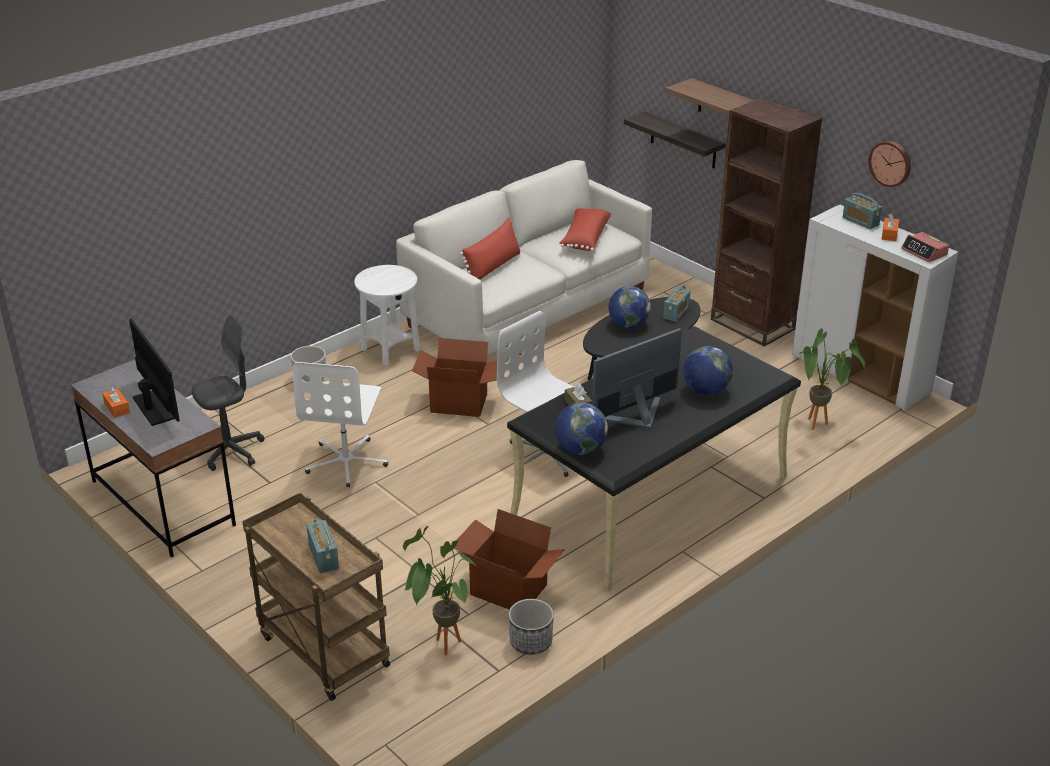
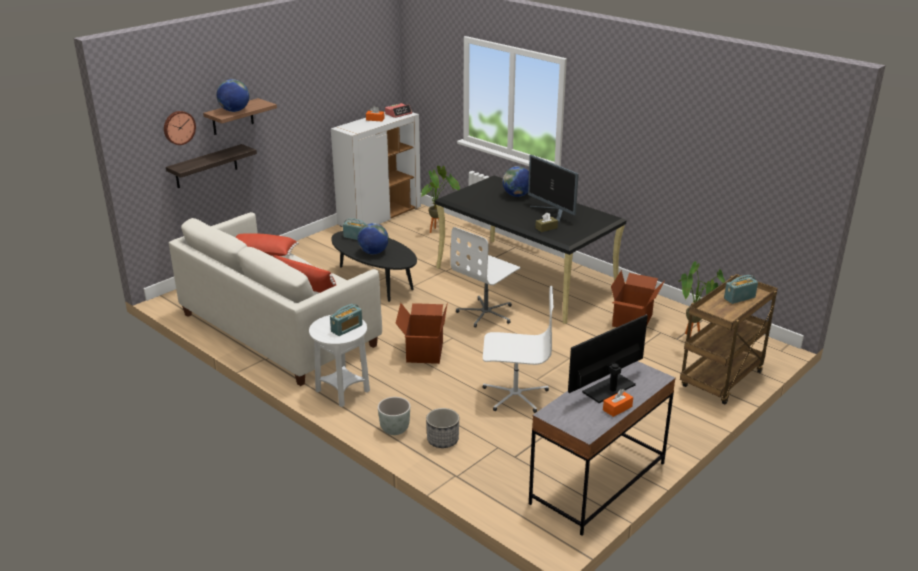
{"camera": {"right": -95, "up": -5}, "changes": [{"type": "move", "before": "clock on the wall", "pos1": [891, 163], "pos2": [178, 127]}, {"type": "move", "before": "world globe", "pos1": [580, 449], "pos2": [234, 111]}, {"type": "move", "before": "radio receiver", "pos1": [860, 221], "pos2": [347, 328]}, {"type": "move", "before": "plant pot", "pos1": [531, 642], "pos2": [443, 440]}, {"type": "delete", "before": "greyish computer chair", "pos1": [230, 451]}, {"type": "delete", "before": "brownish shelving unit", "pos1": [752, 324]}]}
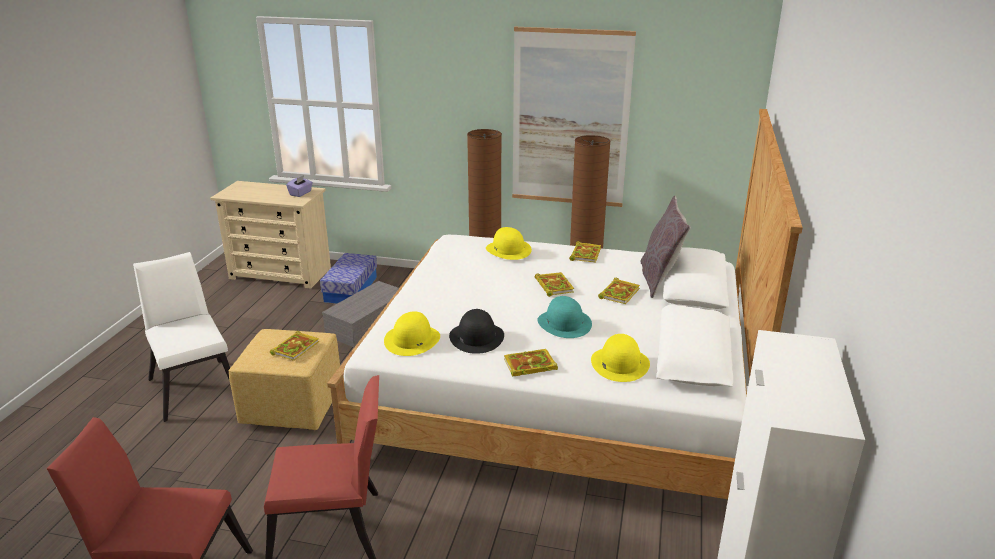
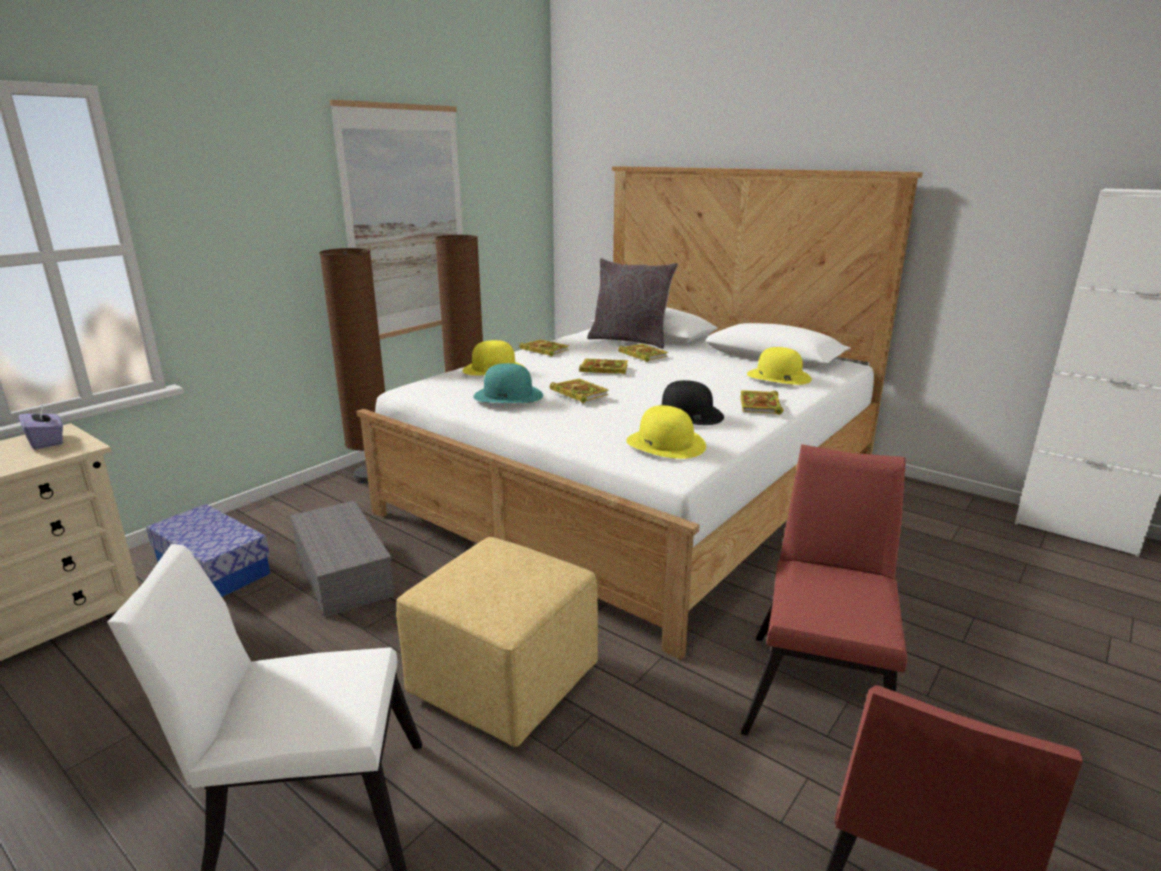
{"camera": {"right": -65, "up": -5}, "changes": [{"type": "move", "before": "blue-green hat", "pos1": [564, 323], "pos2": [508, 395]}, {"type": "move", "before": "book", "pos1": [296, 347], "pos2": [578, 393]}]}
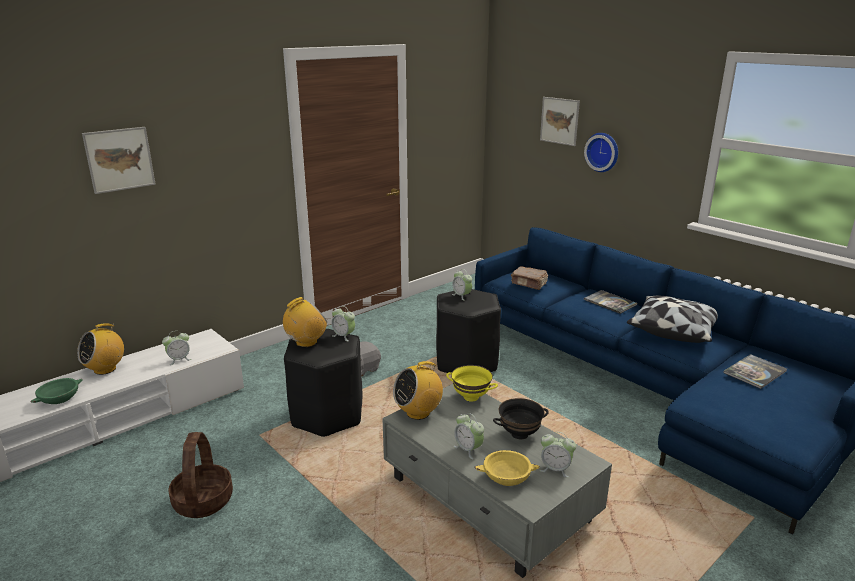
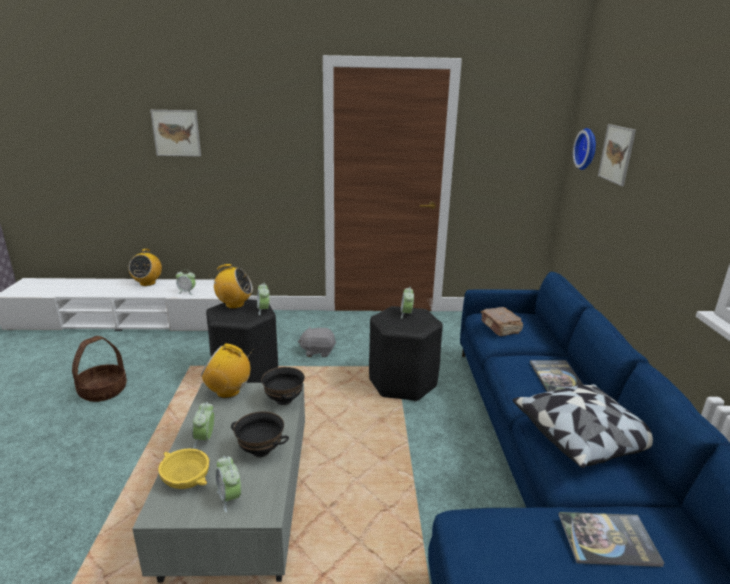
{"camera": {"right": 40, "up": 0}, "changes": [{"type": "rotate", "before": "radio receiver", "pos1": [105, 369], "pos2": [147, 283], "turn": -75}, {"type": "recolor", "before": "yellow-coloured deep dish", "after": "black-coloured deep dish", "pos1": [471, 397], "pos2": [284, 400]}, {"type": "move", "before": "clock on the wall", "pos1": [603, 152], "pos2": [587, 149]}, {"type": "delete", "before": "green-coloured deep dish", "pos1": [59, 398]}]}
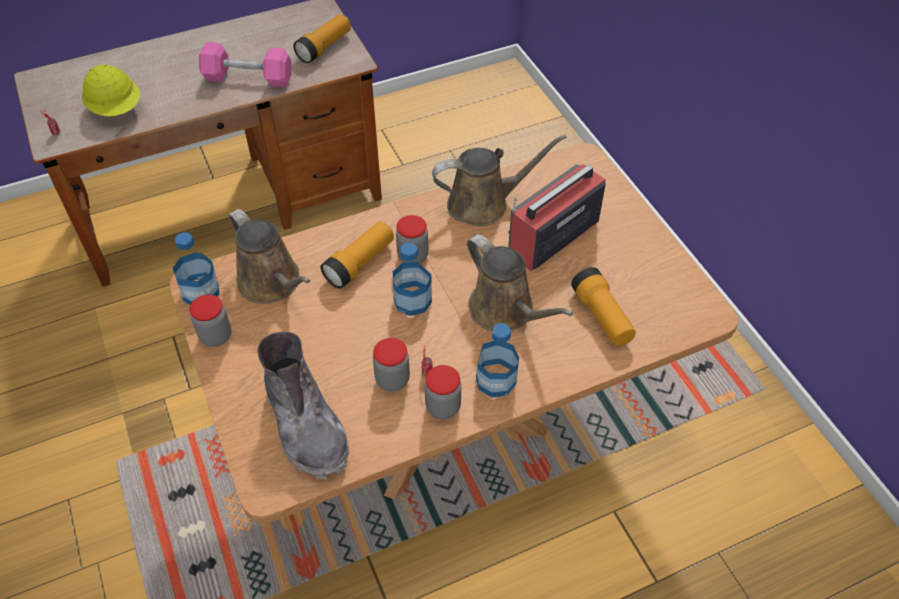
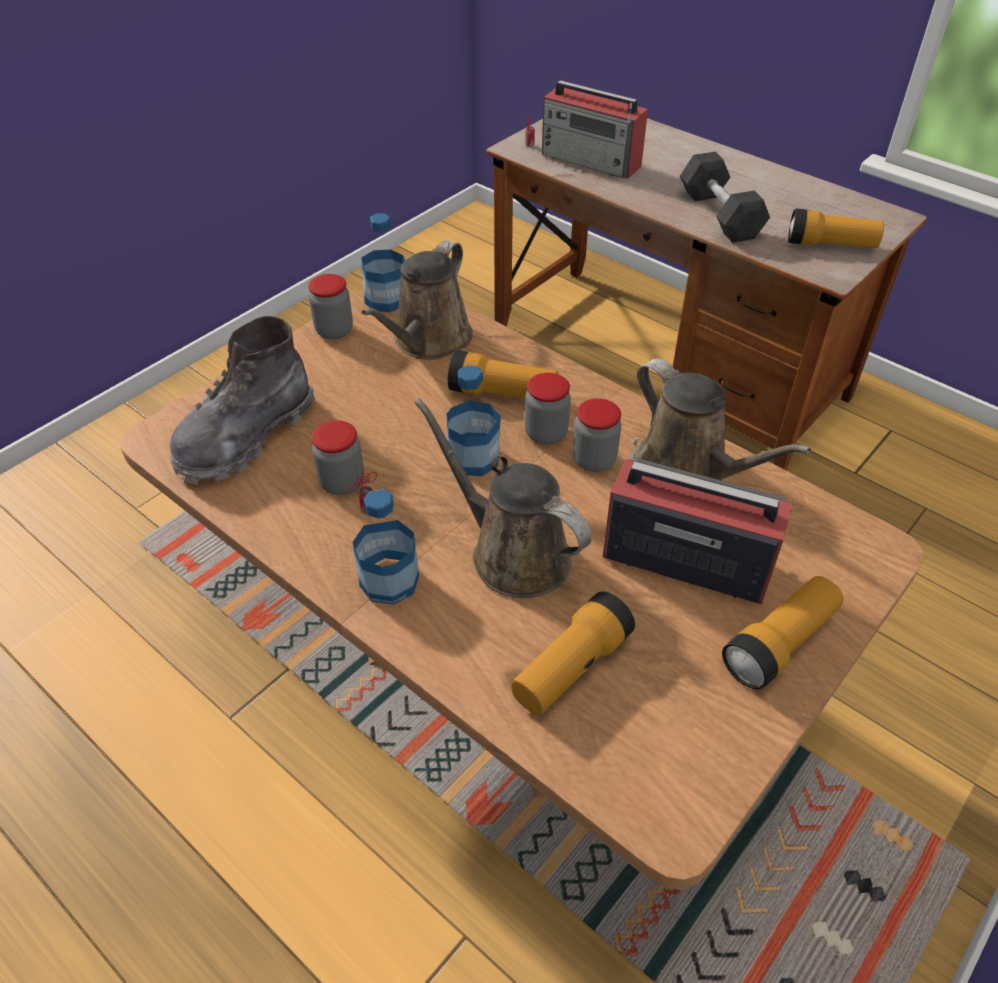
{"camera": {"right": 65, "up": -5}, "changes": [{"type": "rotate", "before": "brownish watering pot", "pos1": [505, 311], "pos2": [512, 553], "turn": 105}, {"type": "replace", "before": "yellow-coloured safety helmet", "after": "radio receiver", "pos1": [116, 109], "pos2": [591, 161]}, {"type": "move", "before": "preserve jar", "pos1": [443, 407], "pos2": [594, 460]}, {"type": "recolor", "before": "pinkish free weight", "after": "greyish free weight", "pos1": [248, 78], "pos2": [719, 215]}, {"type": "insert", "after": "hand torch", "pos2": [780, 644]}]}
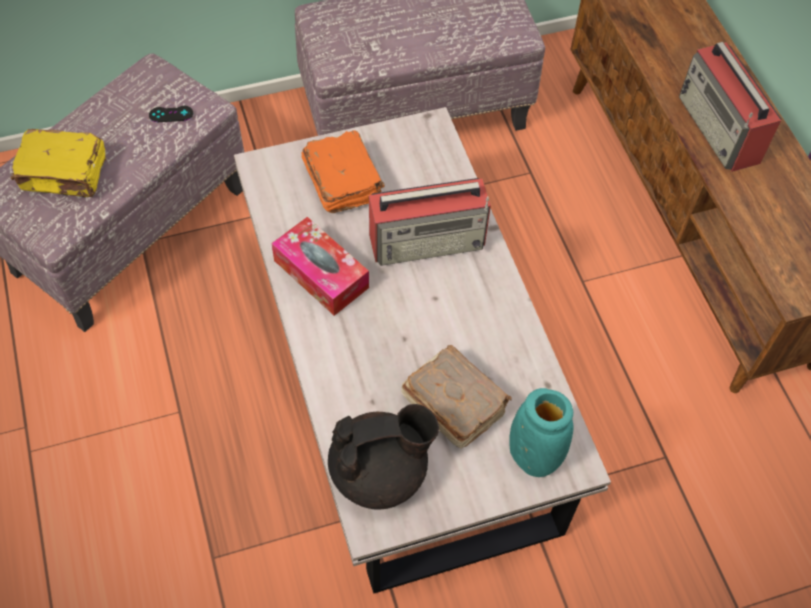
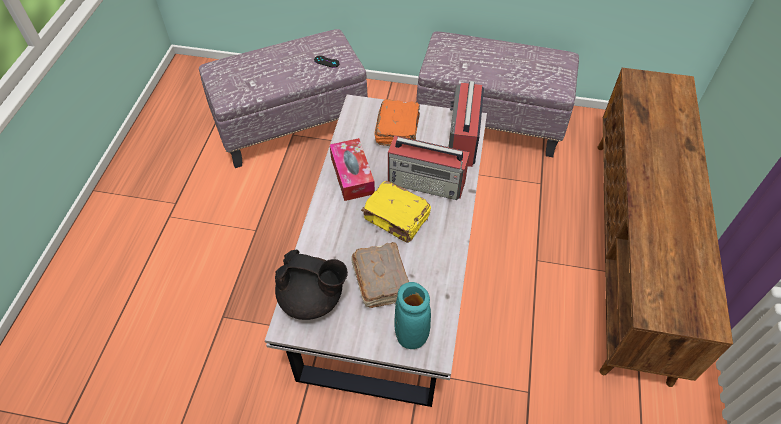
{"camera": {"right": 30, "up": -5}, "changes": [{"type": "move", "before": "yellow-coloured book", "pos1": [64, 174], "pos2": [397, 218]}, {"type": "move", "before": "radio receiver", "pos1": [719, 129], "pos2": [463, 139]}]}
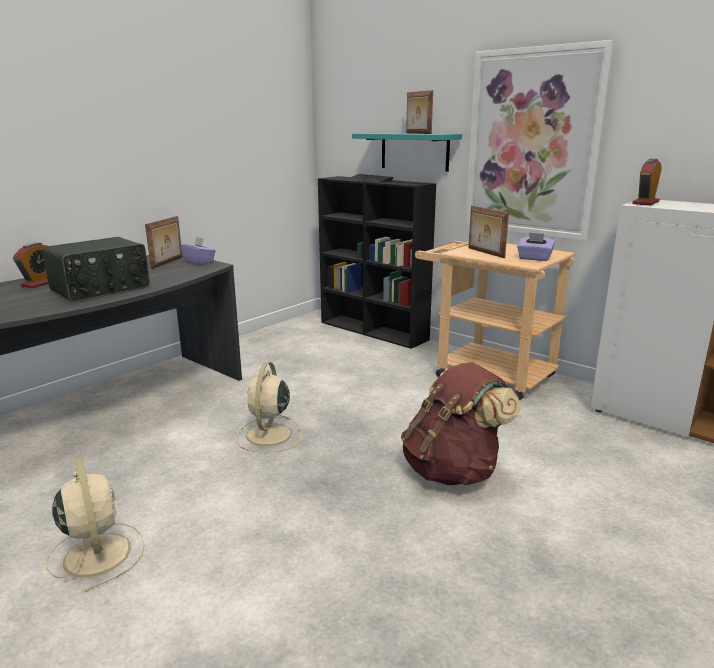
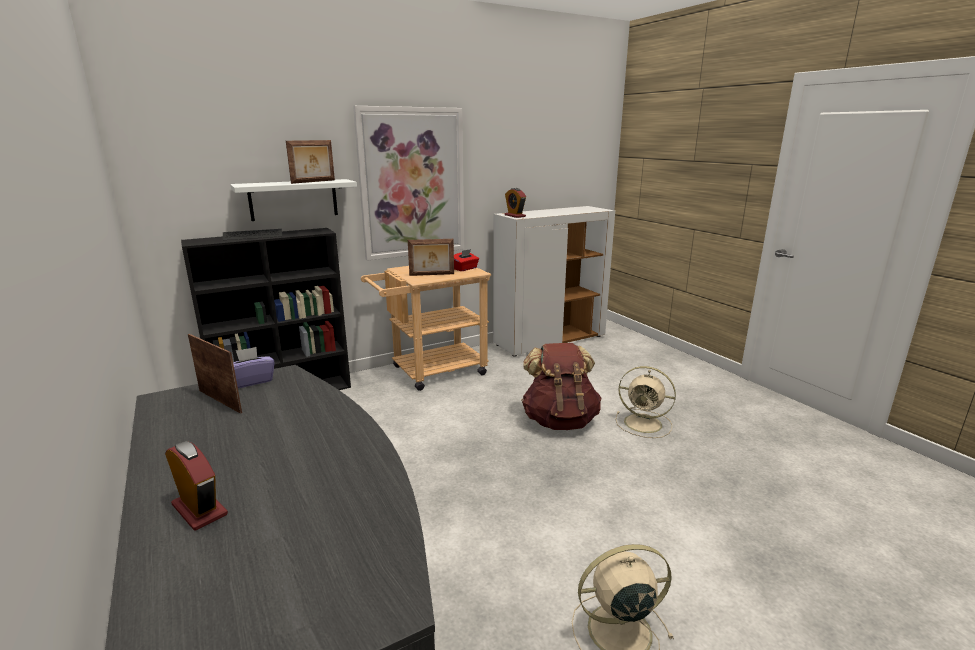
{"camera": {"right": -70, "up": 0}, "changes": [{"type": "recolor", "before": "blue-green shelf", "after": "white shelf", "pos1": [414, 151], "pos2": [293, 199]}, {"type": "rotate", "before": "photo frame", "pos1": [417, 133], "pos2": [314, 182], "turn": -45}, {"type": "recolor", "before": "purplish box of tissues", "after": "red-coloured box of tissues", "pos1": [534, 258], "pos2": [465, 269]}, {"type": "move", "before": "sand-coloured cooling fan", "pos1": [268, 435], "pos2": [644, 424]}, {"type": "delete", "before": "radio receiver", "pos1": [101, 289]}]}
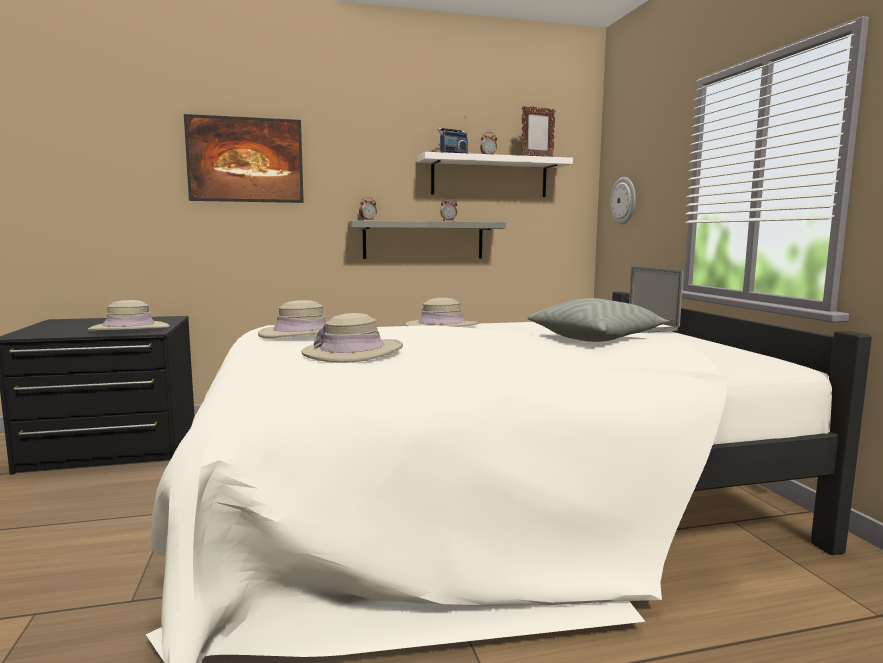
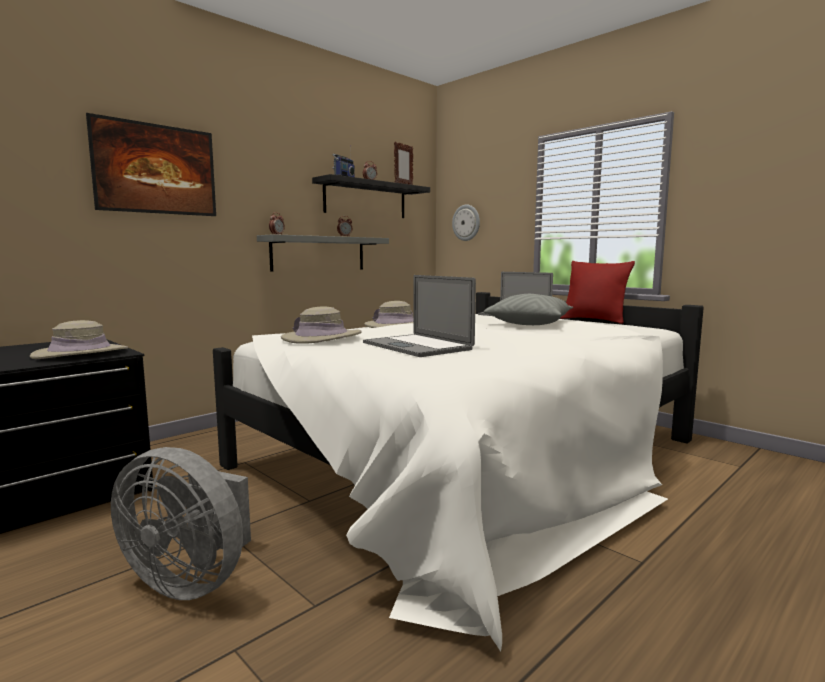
{"camera": {"right": -30, "up": 0}, "changes": [{"type": "insert", "after": "greyish cooling fan", "pos2": [191, 580]}, {"type": "recolor", "before": "white shelf", "after": "black-coloured shelf", "pos1": [489, 177], "pos2": [366, 199]}, {"type": "replace", "before": "sand-coloured hat", "after": "portable computer", "pos1": [353, 353], "pos2": [417, 346]}, {"type": "insert", "after": "red-coloured cushion", "pos2": [594, 320]}]}
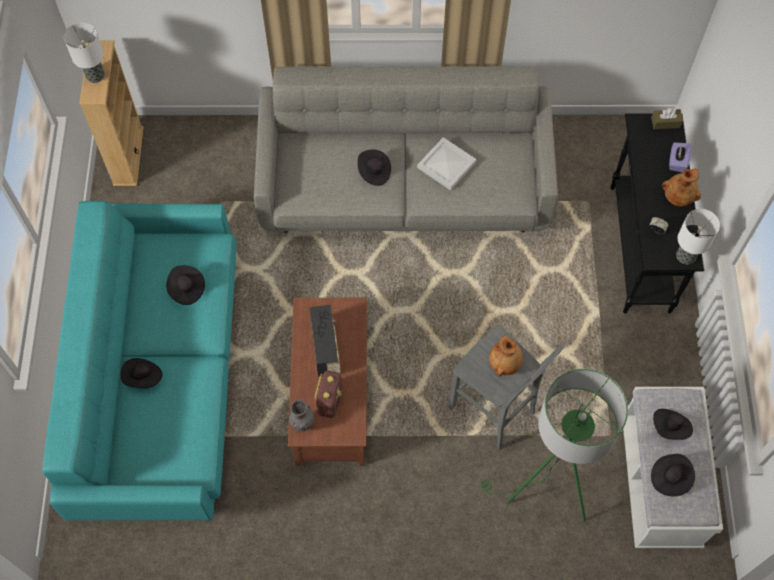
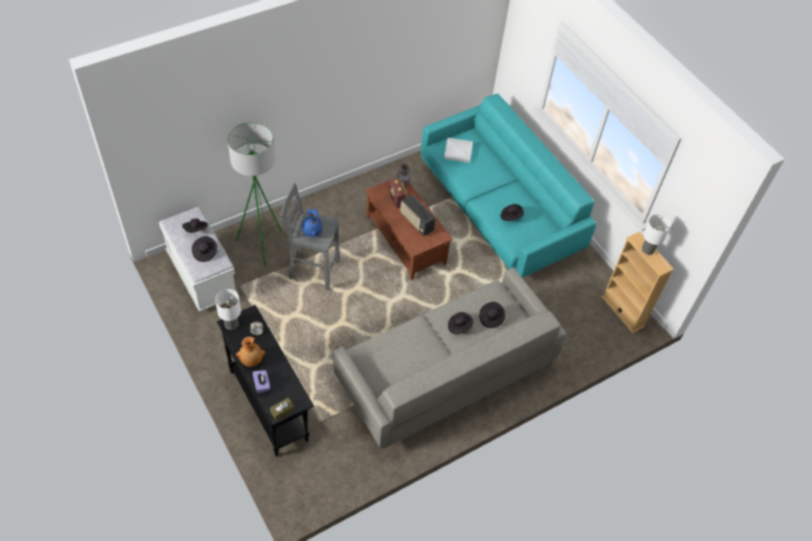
{"camera": {"right": 145, "up": -10}, "changes": [{"type": "recolor", "before": "brownish decorative vase", "after": "bluish decorative vase", "pos1": [505, 363], "pos2": [312, 232]}, {"type": "move", "before": "white tray", "pos1": [446, 166], "pos2": [457, 151]}, {"type": "move", "before": "black-coloured hat", "pos1": [143, 377], "pos2": [491, 318]}]}
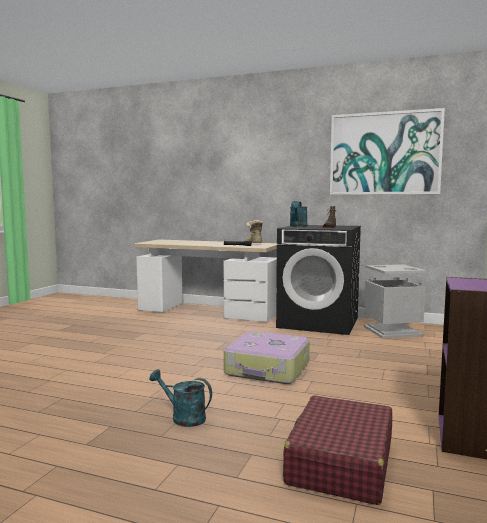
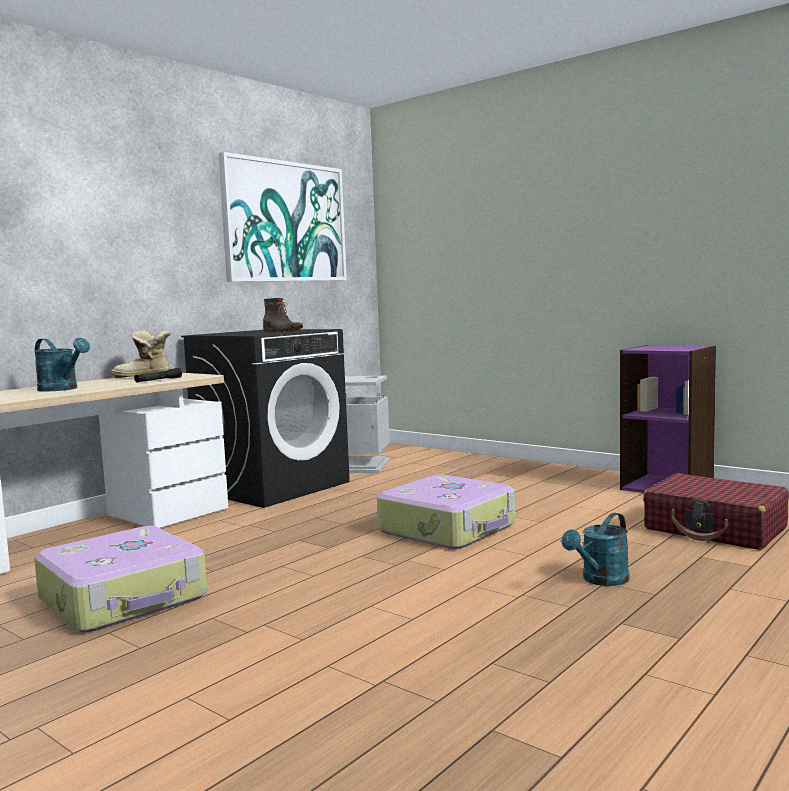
{"camera": {"right": -70, "up": 0}, "changes": [{"type": "move", "before": "blue-green watering pot", "pos1": [298, 226], "pos2": [62, 389]}, {"type": "insert", "after": "travel case", "pos2": [125, 598]}]}
